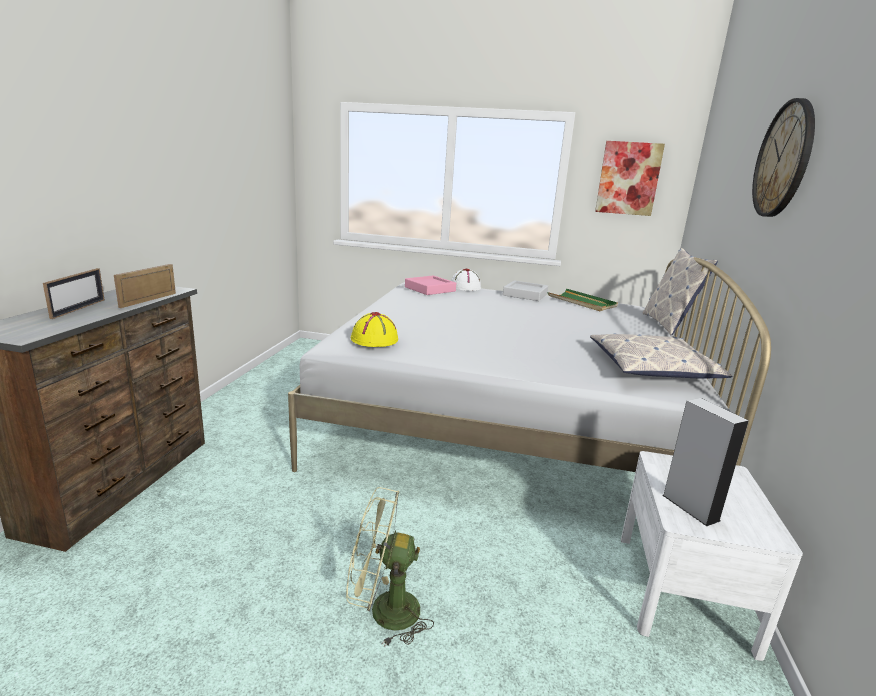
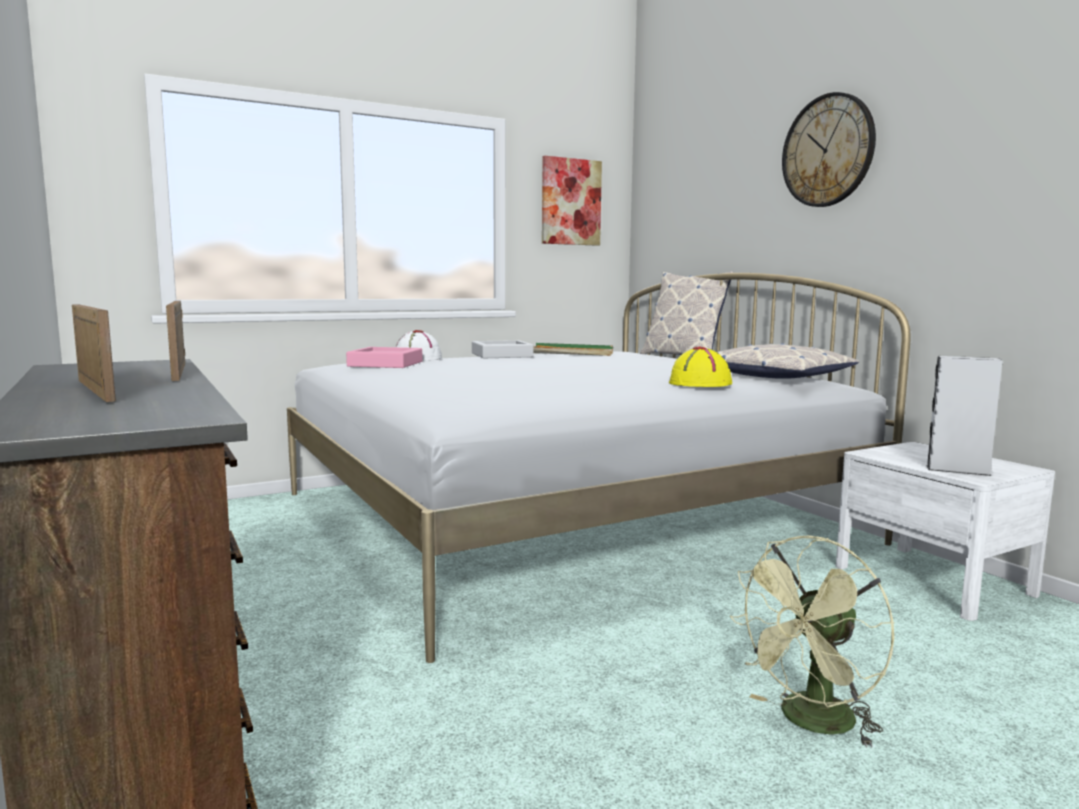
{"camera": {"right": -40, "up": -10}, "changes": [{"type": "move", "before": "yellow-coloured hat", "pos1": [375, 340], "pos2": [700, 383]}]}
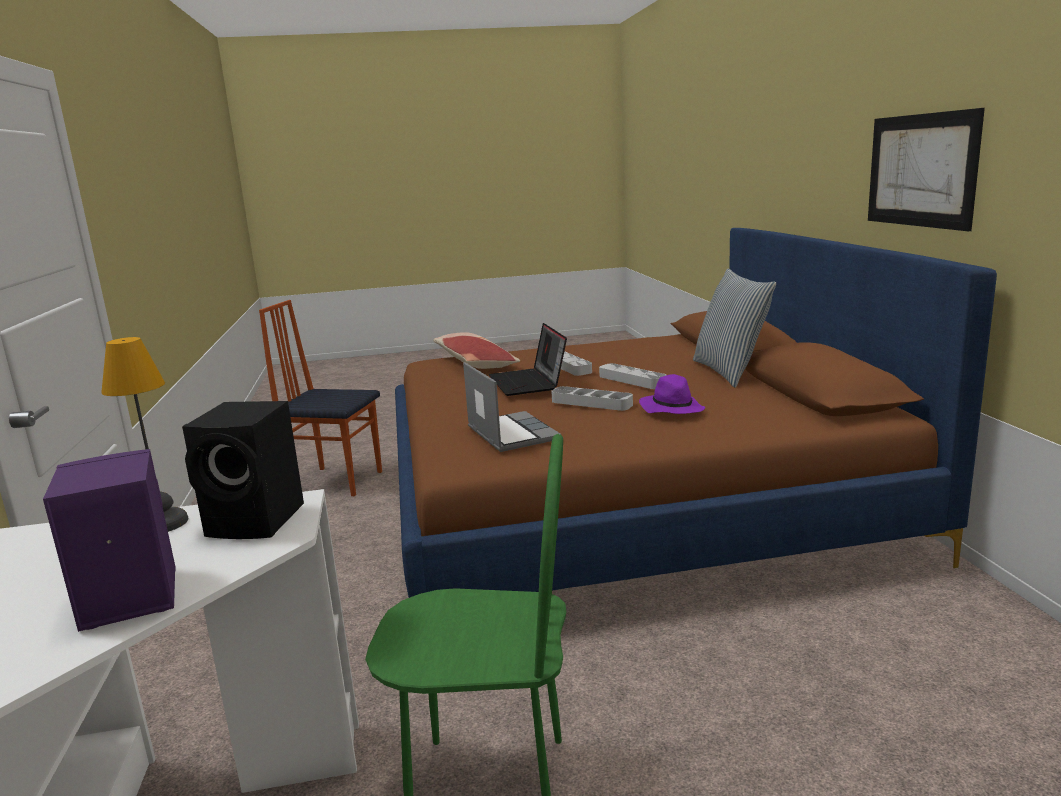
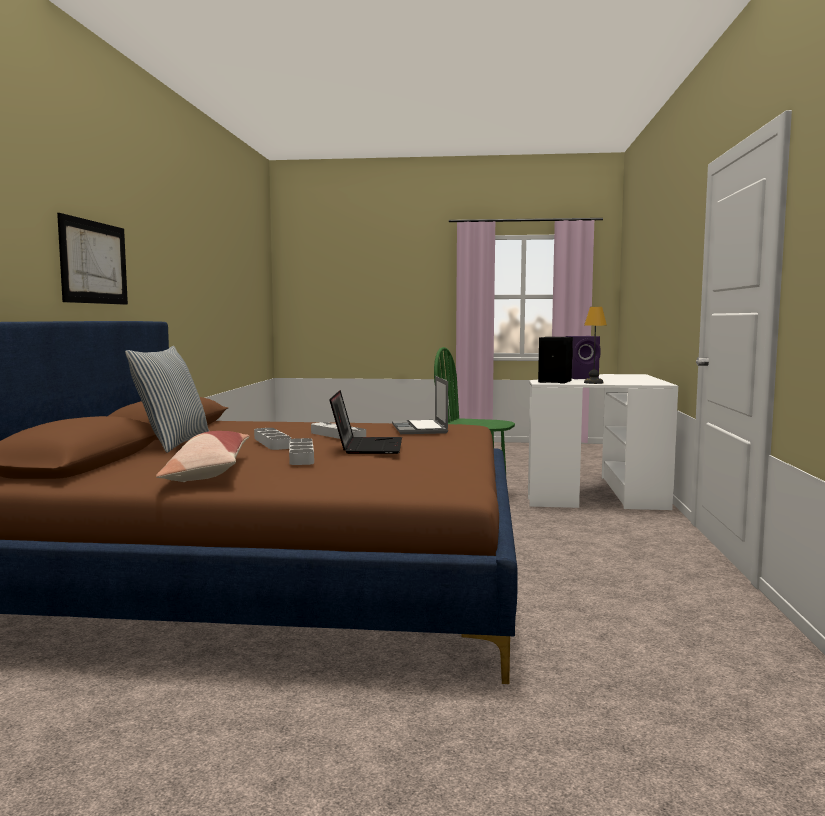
{"camera": {"right": -165, "up": -10}, "changes": [{"type": "move", "before": "cushion", "pos1": [474, 363], "pos2": [207, 472]}, {"type": "delete", "before": "upright chair", "pos1": [337, 481]}, {"type": "delete", "before": "purplish hat", "pos1": [671, 409]}]}
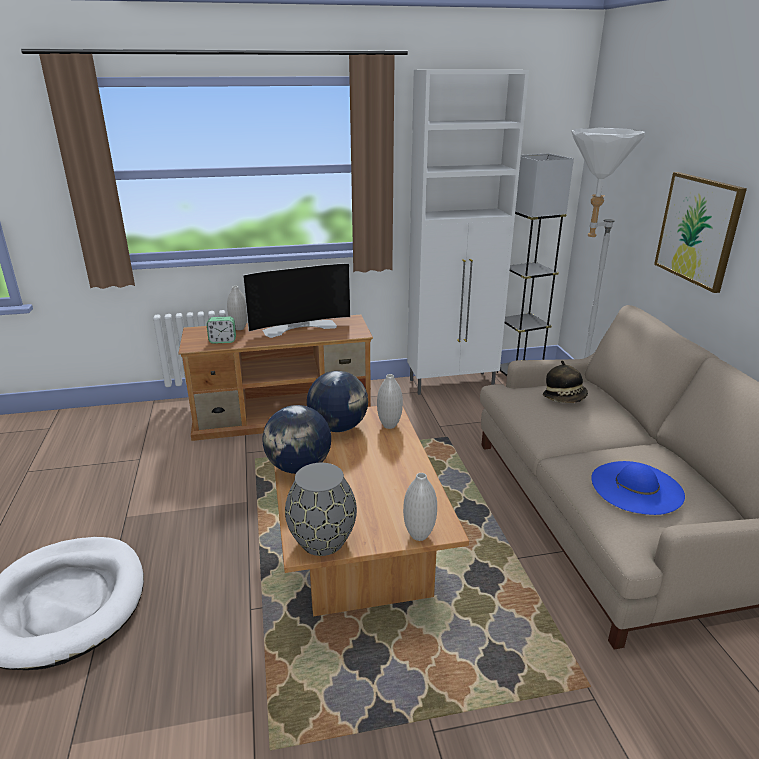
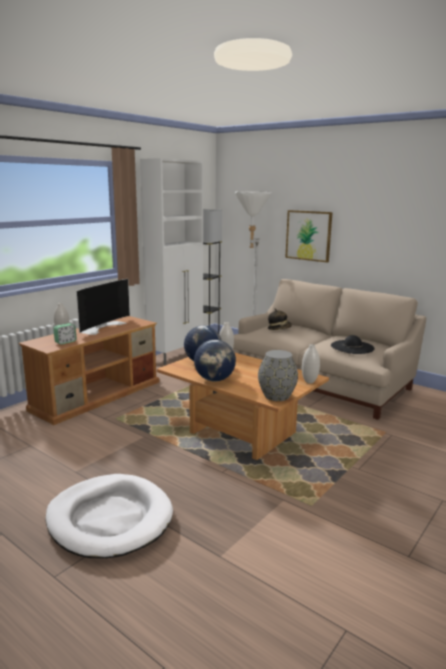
{"camera": {"right": -40, "up": -10}, "changes": [{"type": "recolor", "before": "bluish hat", "after": "black-coloured hat", "pos1": [636, 487], "pos2": [352, 347]}]}
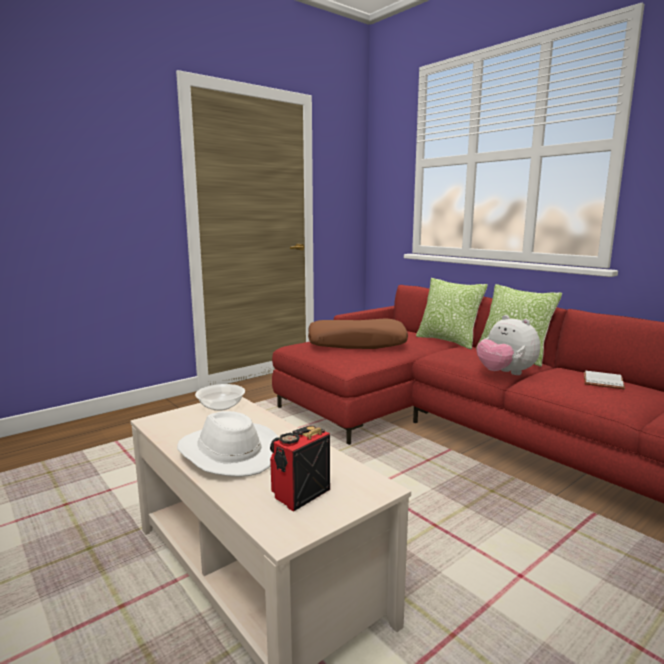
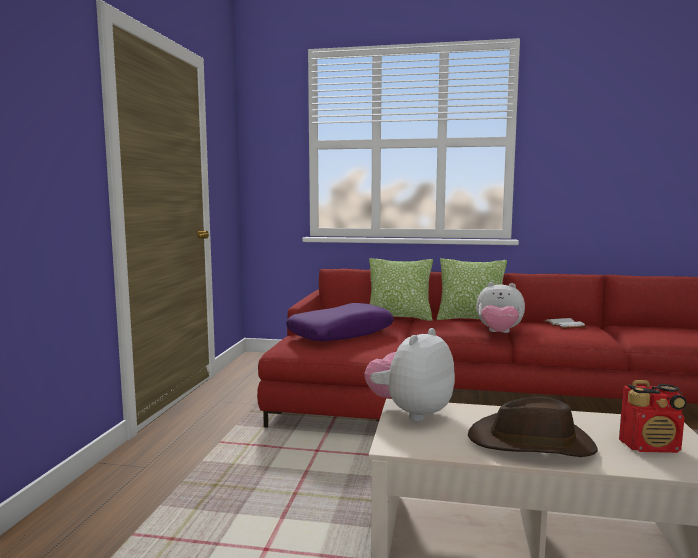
{"camera": {"right": -40, "up": -5}, "changes": [{"type": "recolor", "before": "brownish cushion", "after": "purplish cushion", "pos1": [357, 343], "pos2": [341, 333]}, {"type": "replace", "before": "deep dish", "after": "soft toy", "pos1": [221, 406], "pos2": [410, 412]}, {"type": "recolor", "before": "white hat", "after": "brownish hat", "pos1": [227, 453], "pos2": [531, 443]}, {"type": "rotate", "before": "radio receiver", "pos1": [300, 495], "pos2": [650, 447], "turn": -90}]}
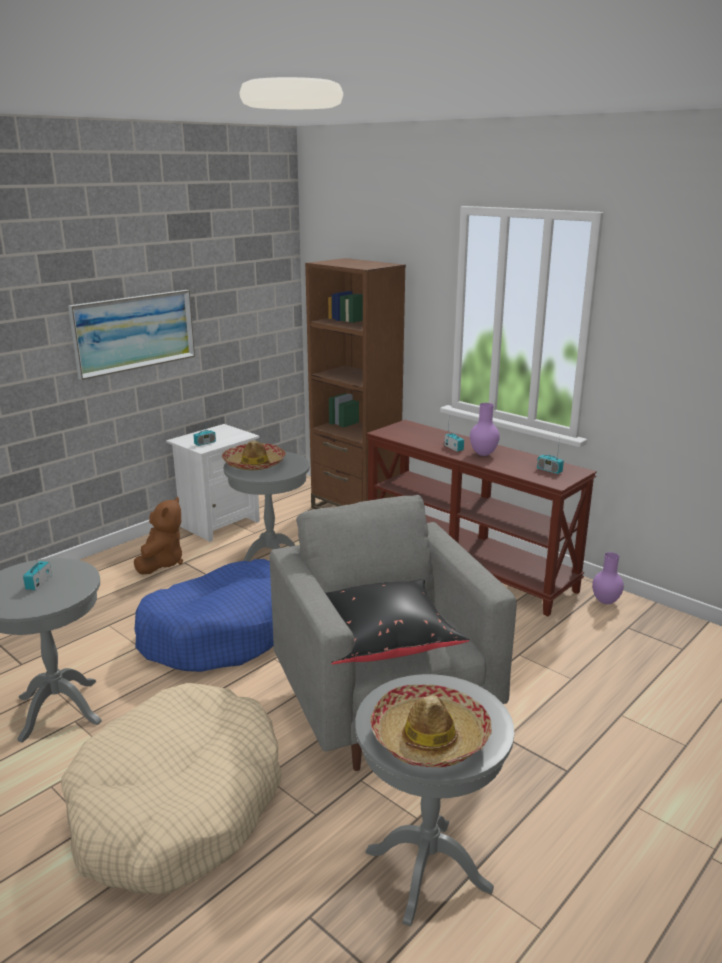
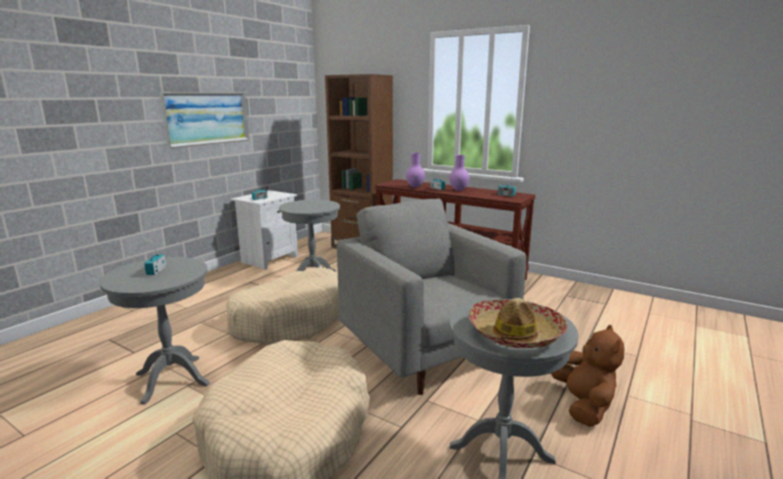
{"camera": {"right": -10, "up": -5}, "changes": [{"type": "recolor", "before": "bluish pet bed", "after": "sand-coloured pet bed", "pos1": [222, 632], "pos2": [290, 319]}, {"type": "move", "before": "purplish decorative vase", "pos1": [605, 601], "pos2": [415, 187]}, {"type": "move", "before": "brownish soft toy", "pos1": [161, 563], "pos2": [583, 405]}, {"type": "delete", "before": "hat", "pos1": [254, 464]}, {"type": "delete", "before": "black-coloured cushion", "pos1": [382, 641]}]}
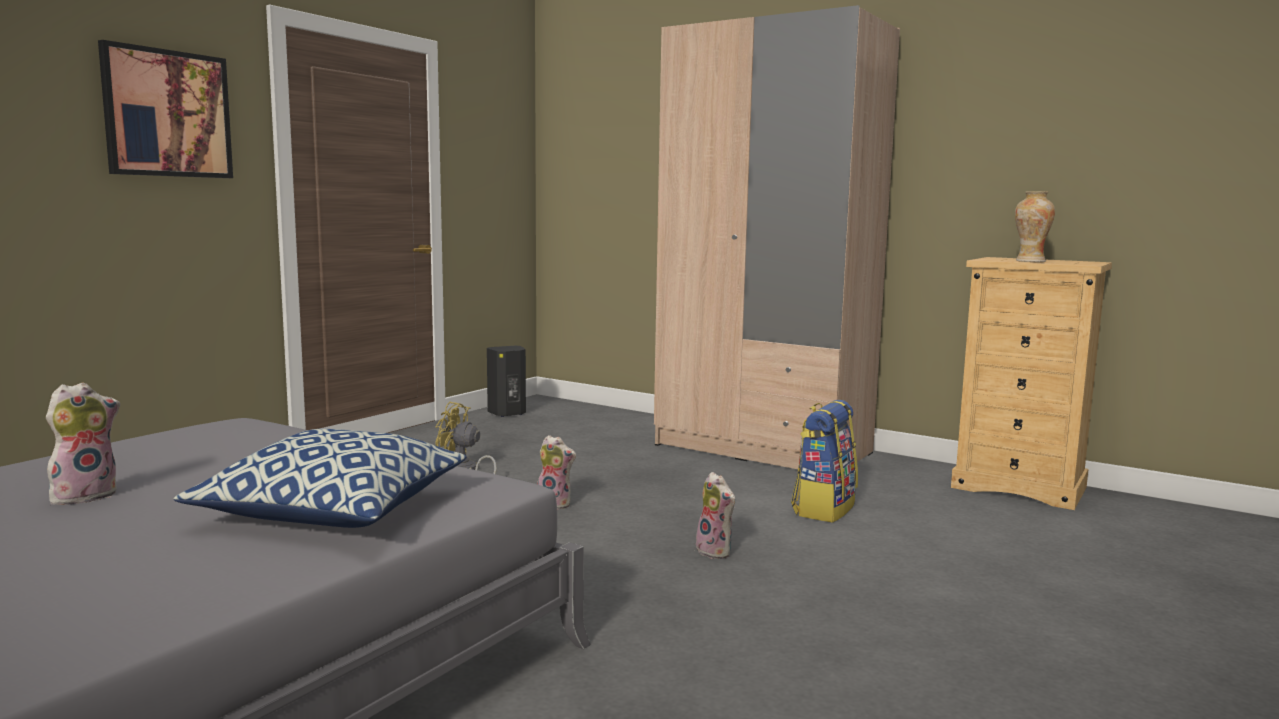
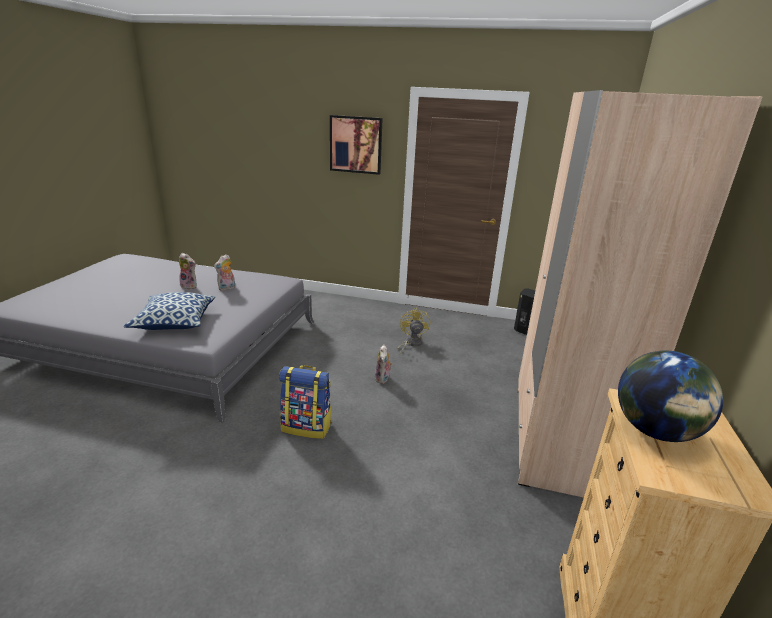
{"camera": {"right": 70, "up": 15}, "changes": [{"type": "move", "before": "soft toy", "pos1": [716, 551], "pos2": [227, 288]}, {"type": "move", "before": "knapsack", "pos1": [823, 509], "pos2": [307, 427]}, {"type": "replace", "before": "decorative vase", "after": "world globe", "pos1": [1030, 261], "pos2": [655, 431]}]}
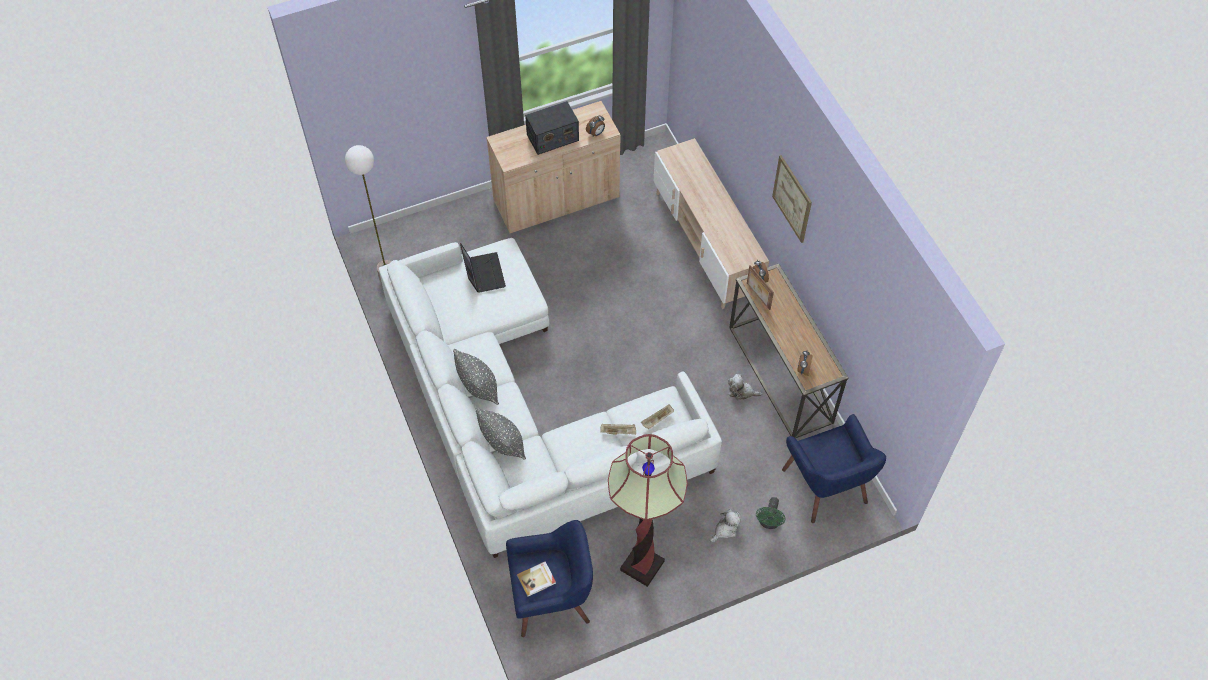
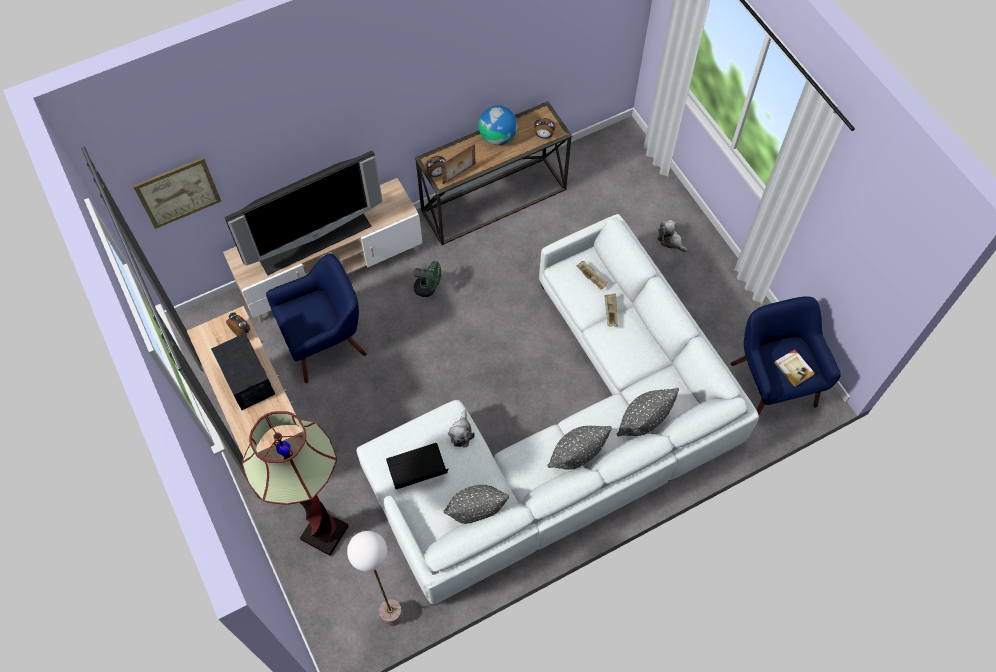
{"camera": {"right": -95, "up": 5}, "changes": [{"type": "move", "before": "picture", "pos1": [792, 199], "pos2": [178, 192]}, {"type": "insert", "after": "TV set", "pos2": [312, 237]}, {"type": "move", "before": "standing lamp", "pos1": [642, 566], "pos2": [325, 533]}, {"type": "move", "before": "bluish armchair", "pos1": [826, 486], "pos2": [325, 342]}, {"type": "move", "before": "green-coloured cooling fan", "pos1": [769, 522], "pos2": [428, 288]}, {"type": "insert", "after": "greyish cushion", "pos2": [475, 512]}, {"type": "move", "before": "soft toy", "pos1": [741, 392], "pos2": [461, 433]}, {"type": "insert", "after": "world globe", "pos2": [497, 137]}]}
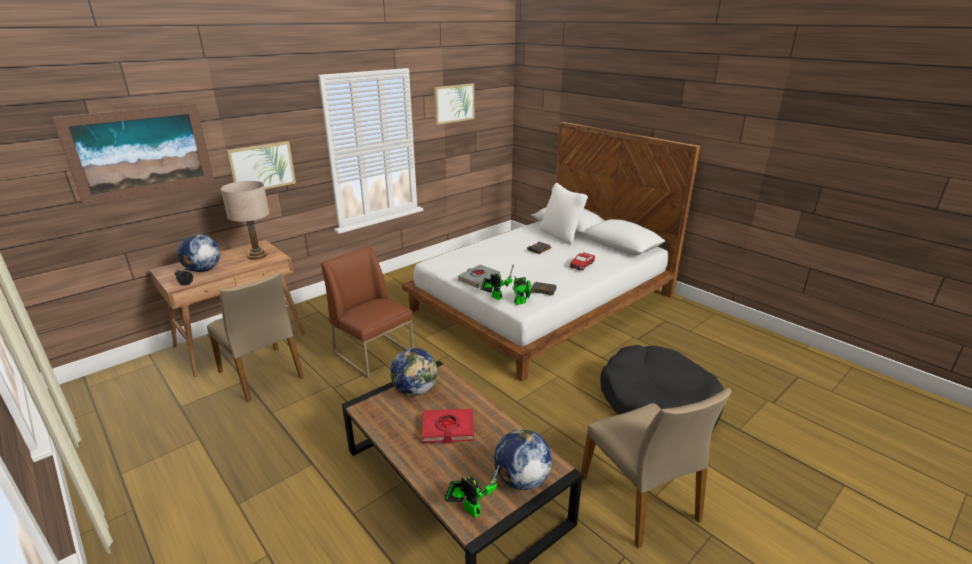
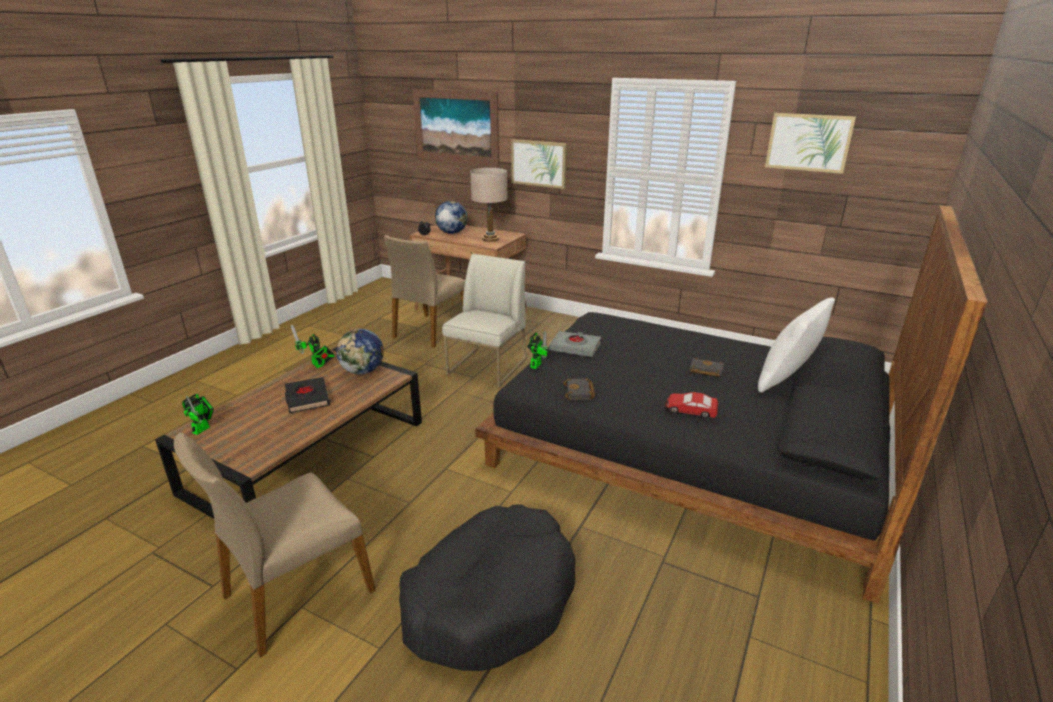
{"camera": {"right": 70, "up": 0}, "changes": [{"type": "recolor", "before": "red-coloured book", "after": "black-coloured book", "pos1": [448, 429], "pos2": [307, 398]}, {"type": "move", "before": "toy robot", "pos1": [521, 302], "pos2": [318, 365]}, {"type": "recolor", "before": "brownish upright chair", "after": "white upright chair", "pos1": [374, 353], "pos2": [487, 367]}, {"type": "recolor", "before": "white bed", "after": "black-coloured bed", "pos1": [542, 302], "pos2": [688, 449]}, {"type": "delete", "before": "world globe", "pos1": [521, 480]}]}
